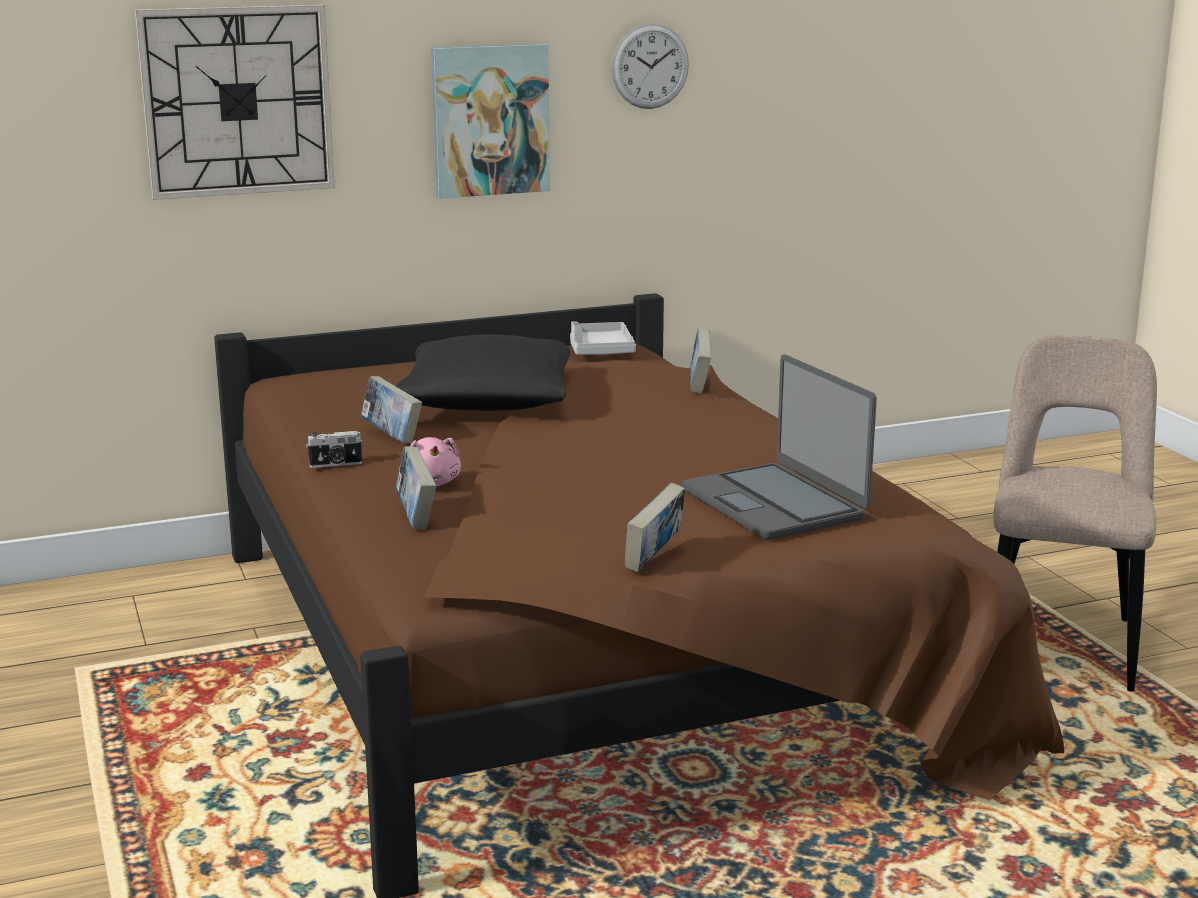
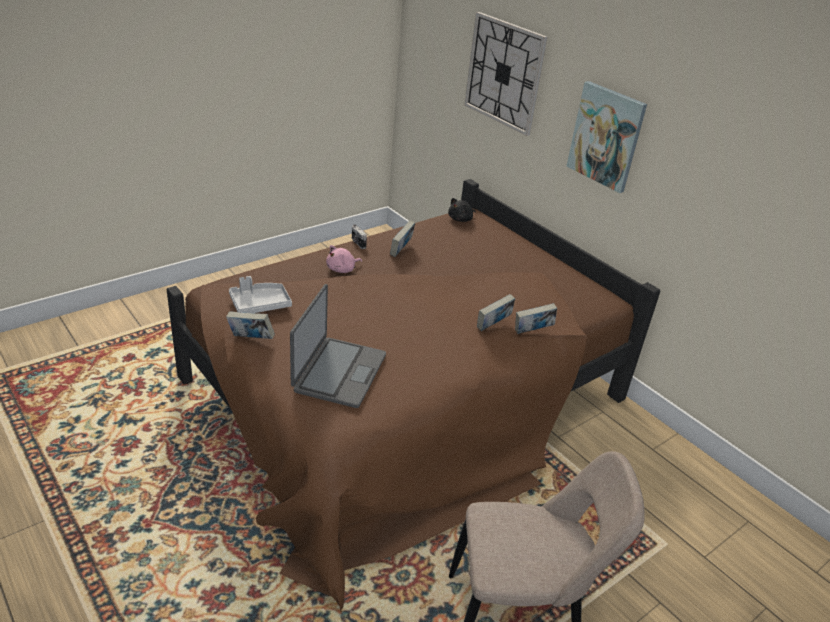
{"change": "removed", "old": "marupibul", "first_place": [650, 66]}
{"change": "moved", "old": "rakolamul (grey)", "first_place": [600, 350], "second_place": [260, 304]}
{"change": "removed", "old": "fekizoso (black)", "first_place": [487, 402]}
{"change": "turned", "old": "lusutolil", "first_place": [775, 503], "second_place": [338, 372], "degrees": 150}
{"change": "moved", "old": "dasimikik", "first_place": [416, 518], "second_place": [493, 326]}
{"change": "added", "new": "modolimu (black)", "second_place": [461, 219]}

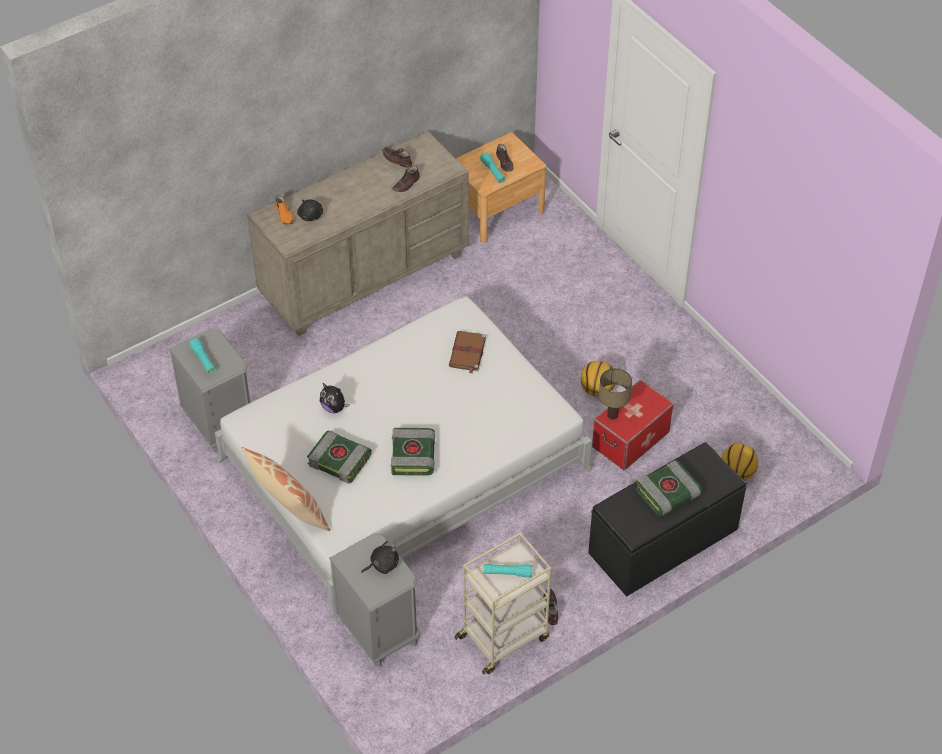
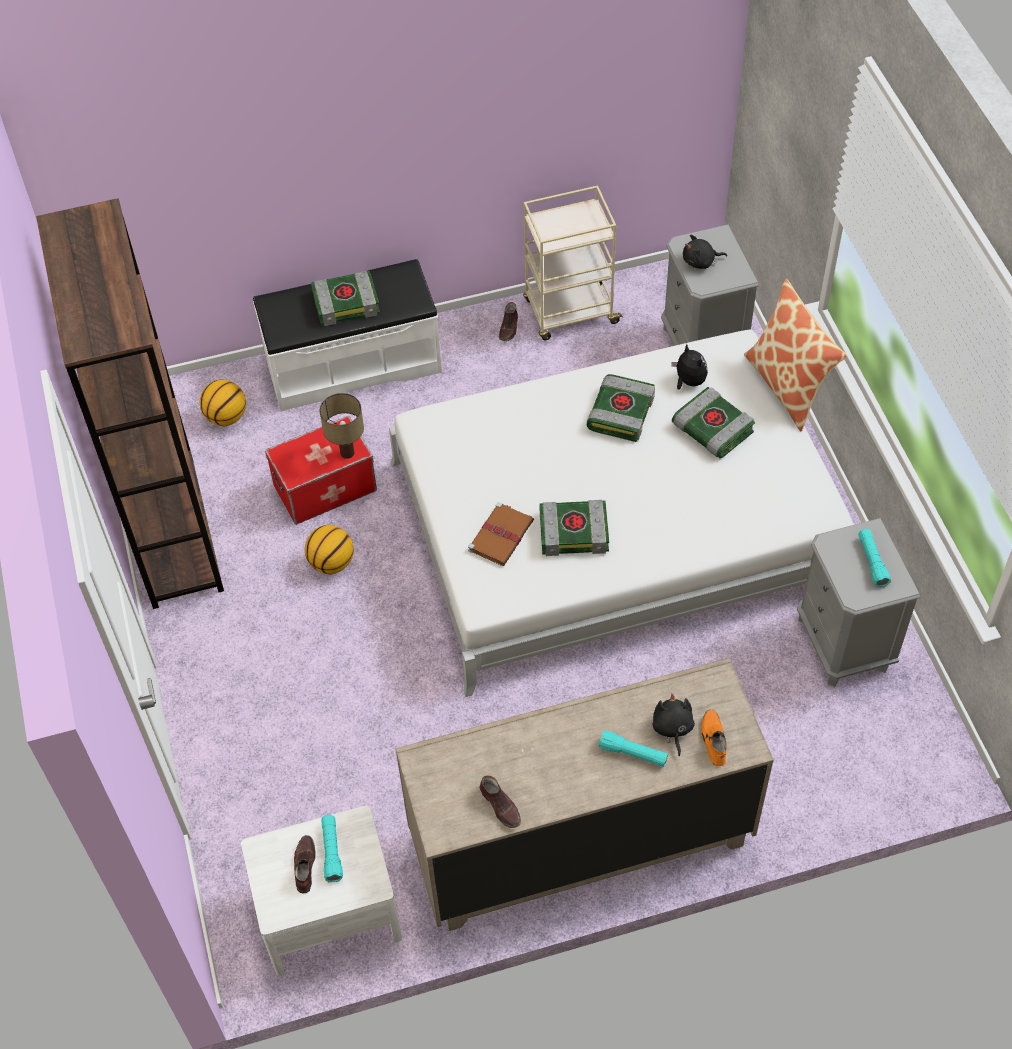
{"change": "recoloured", "old": "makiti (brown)", "new": "makiti (white)", "first_place": [497, 210], "second_place": [328, 912]}
{"change": "removed", "old": "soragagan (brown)", "first_place": [406, 184]}
{"change": "moved", "old": "modolimu", "first_place": [334, 408], "second_place": [688, 381]}
{"change": "recoloured", "old": "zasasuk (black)", "new": "zasasuk (white)", "first_place": [664, 542], "second_place": [353, 364]}
{"change": "moved", "old": "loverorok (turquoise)", "first_place": [507, 573], "second_place": [633, 753]}
{"change": "added", "new": "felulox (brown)", "second_place": [173, 531]}
{"change": "added", "new": "dasimikik", "second_place": [574, 531]}

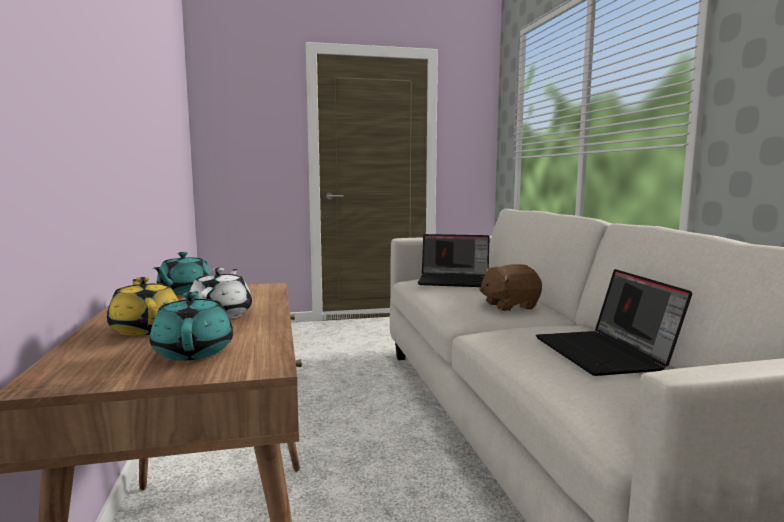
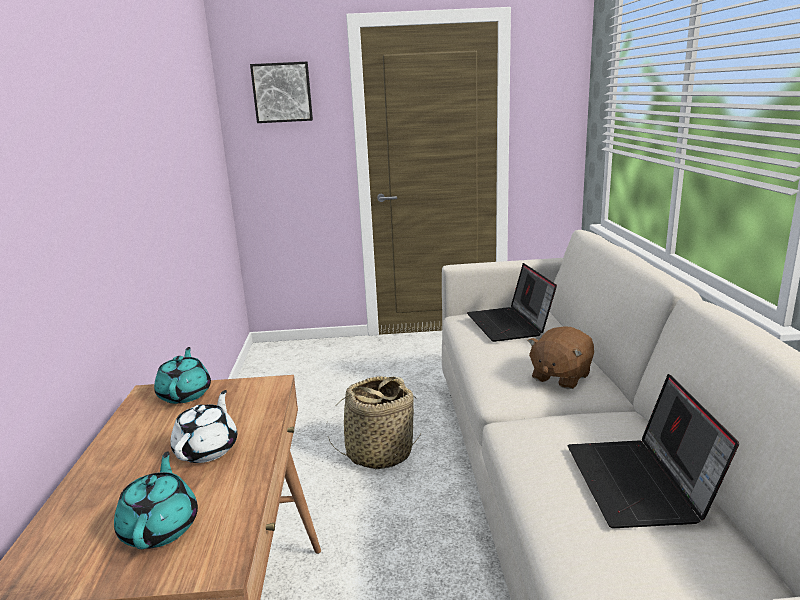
{"change": "turned", "old": "lusutolil", "first_place": [455, 281], "second_place": [510, 325], "degrees": 60}
{"change": "turned", "old": "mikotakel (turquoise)", "first_place": [184, 291], "second_place": [185, 394], "degrees": 150}
{"change": "turned", "old": "modolimu (brown)", "first_place": [509, 306], "second_place": [560, 377], "degrees": -45}
{"change": "removed", "old": "mikotakel (yellow)", "first_place": [146, 329]}
{"change": "added", "new": "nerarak", "second_place": [282, 92]}
{"change": "added", "new": "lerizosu", "second_place": [379, 453]}

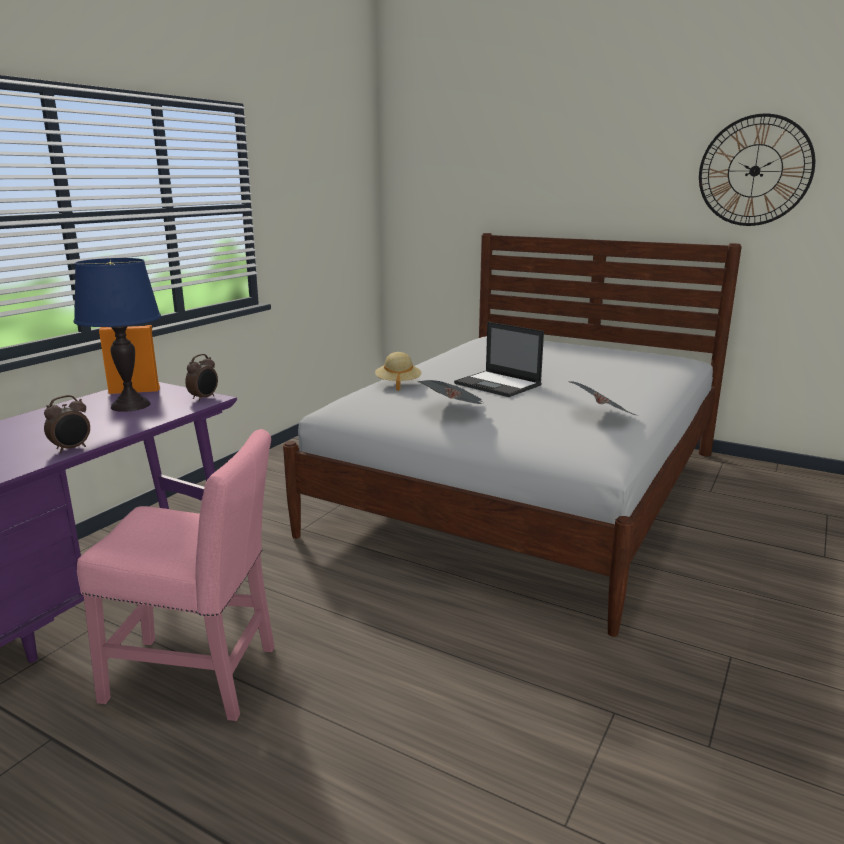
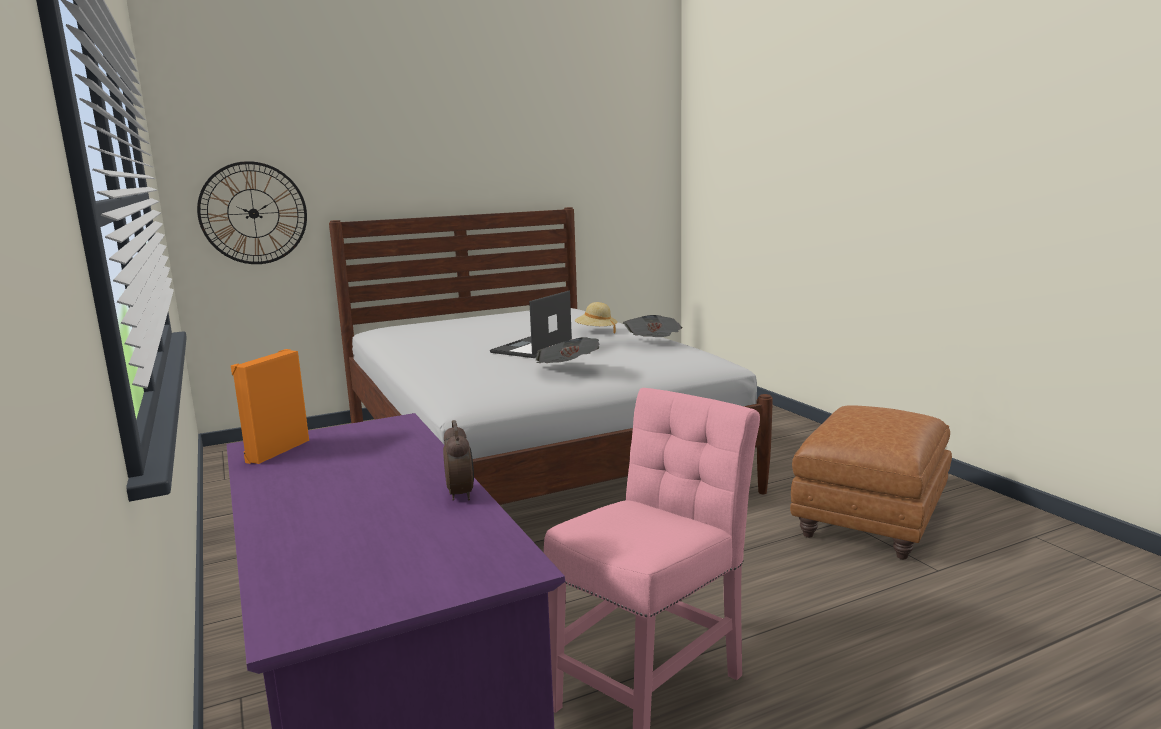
{"change": "moved", "old": "marupibul", "first_place": [754, 171], "second_place": [253, 213]}
{"change": "removed", "old": "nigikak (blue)", "first_place": [130, 405]}
{"change": "turned", "old": "lusutolil", "first_place": [498, 384], "second_place": [531, 348], "degrees": 135}
{"change": "moved", "old": "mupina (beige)", "first_place": [398, 384], "second_place": [596, 331]}
{"change": "removed", "old": "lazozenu", "first_place": [204, 398]}
{"change": "added", "new": "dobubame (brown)", "second_place": [870, 521]}

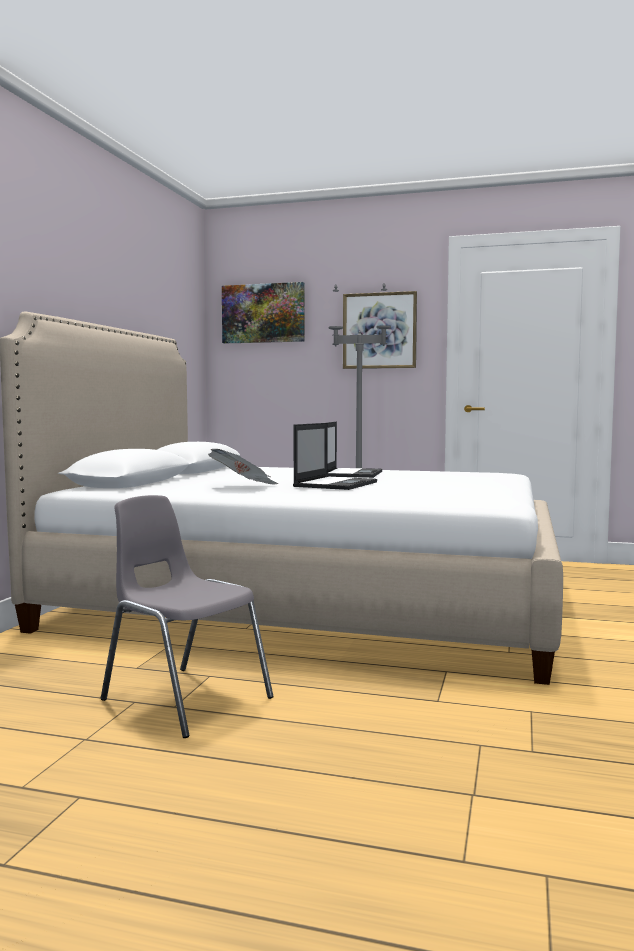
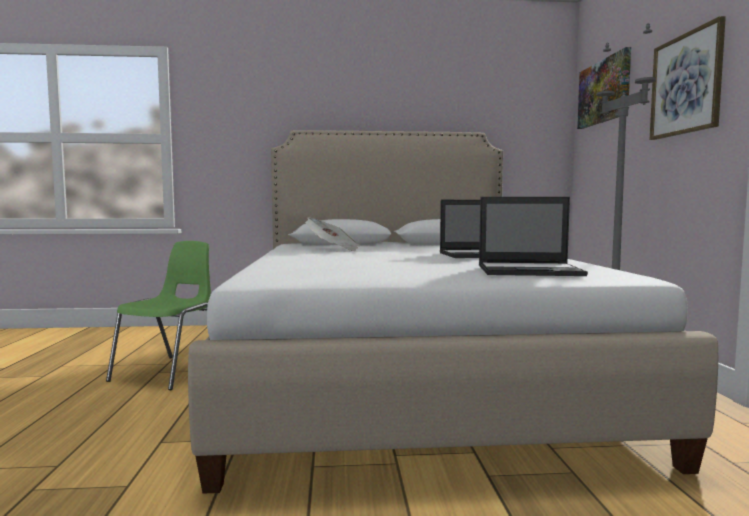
{"change": "moved", "old": "lusutolil", "first_place": [336, 484], "second_place": [530, 270]}
{"change": "recoloured", "old": "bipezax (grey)", "new": "bipezax (green)", "first_place": [184, 698], "second_place": [171, 372]}

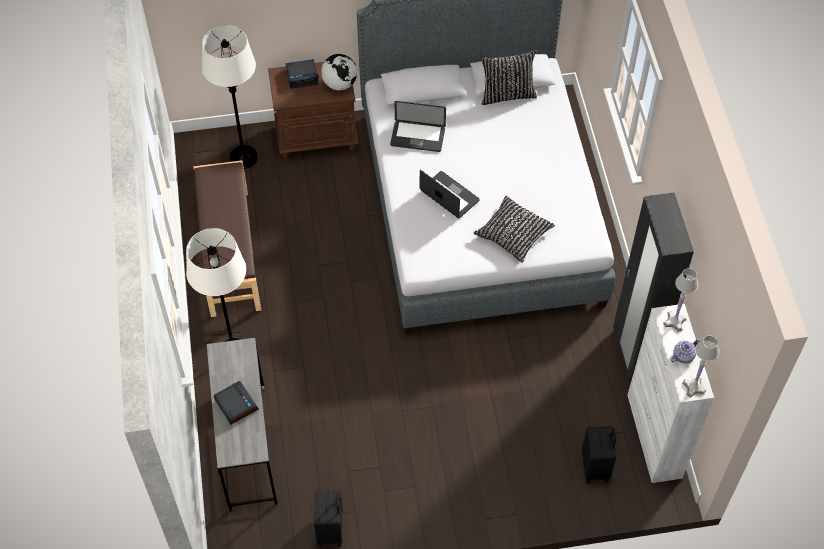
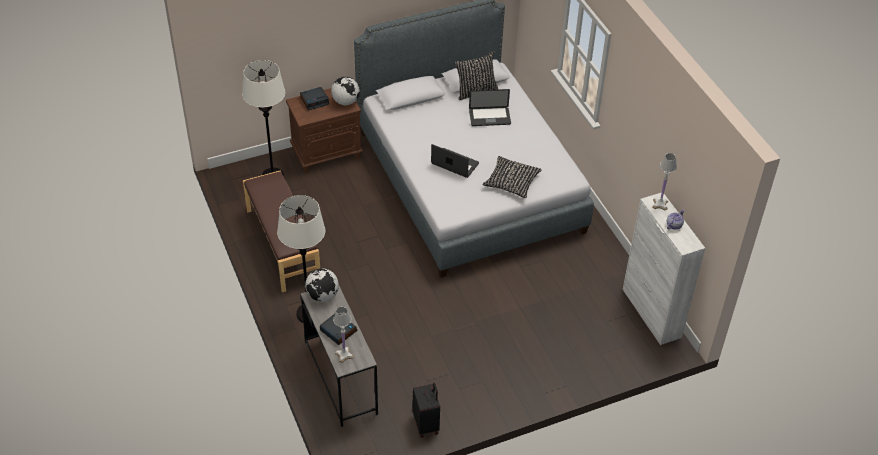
{"change": "moved", "old": "lusutolil", "first_place": [417, 137], "second_place": [489, 117]}
{"change": "removed", "old": "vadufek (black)", "first_place": [632, 355]}
{"change": "moved", "old": "nigikak (white)", "first_place": [693, 386], "second_place": [344, 355]}
{"change": "removed", "old": "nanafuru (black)", "first_place": [596, 467]}
{"change": "added", "new": "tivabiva", "second_place": [322, 296]}

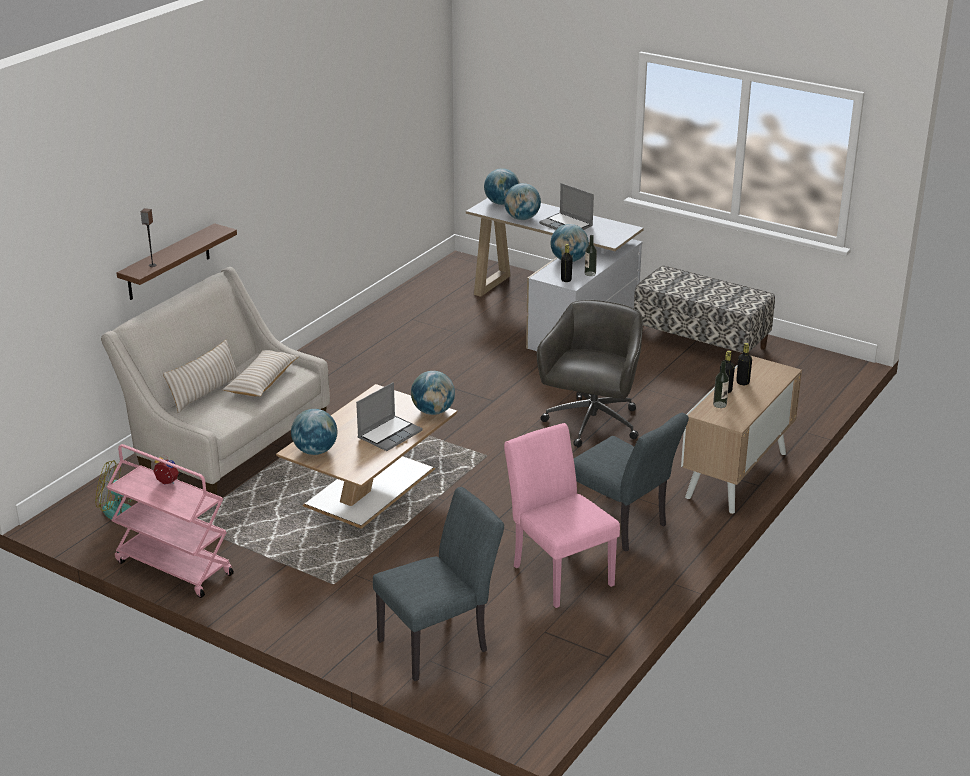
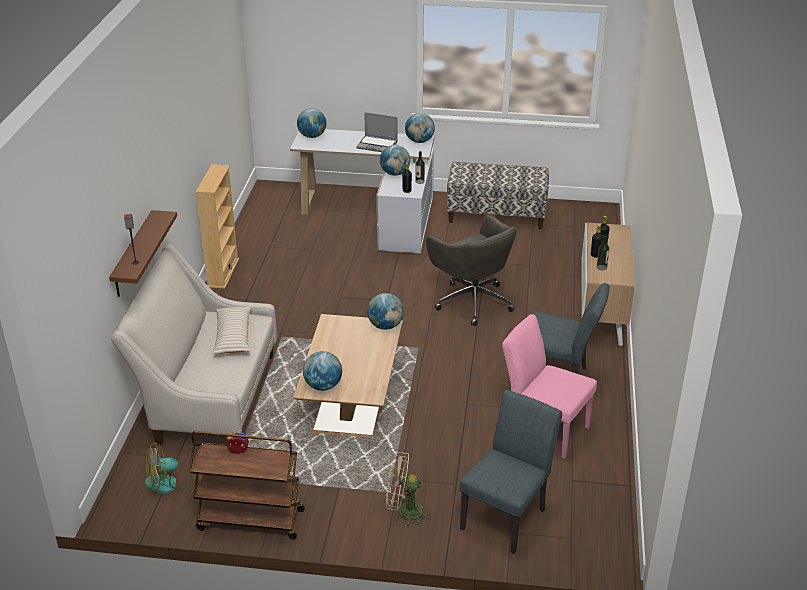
{"change": "moved", "old": "tivabiva", "first_place": [522, 218], "second_place": [419, 141]}
{"change": "turned", "old": "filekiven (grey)", "first_place": [591, 424], "second_place": [472, 301], "degrees": 150}
{"change": "removed", "old": "fekizoso (beige)", "first_place": [205, 392]}
{"change": "removed", "old": "lusutolil", "first_place": [389, 434]}
{"change": "recoloured", "old": "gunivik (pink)", "new": "gunivik (brown)", "first_place": [173, 568], "second_place": [250, 520]}
{"change": "added", "new": "felulox (beige)", "second_place": [223, 272]}
{"change": "added", "new": "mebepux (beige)", "second_place": [404, 512]}

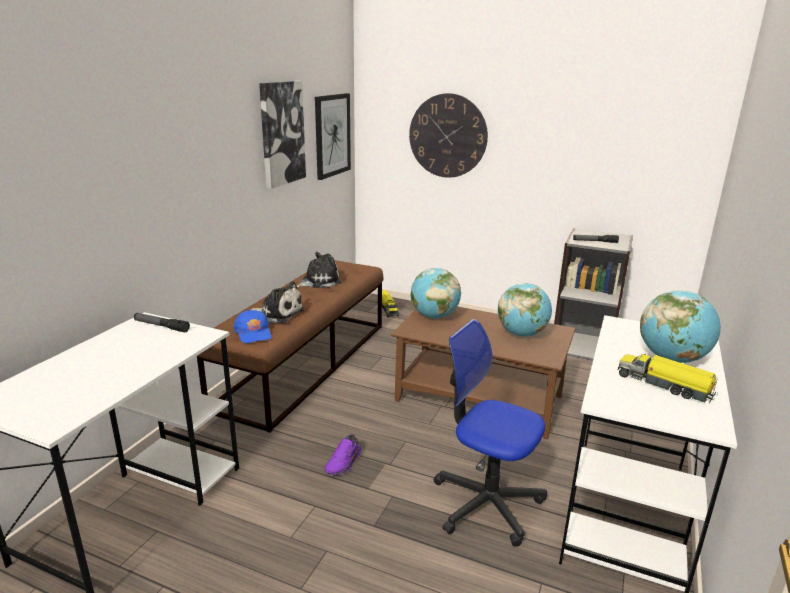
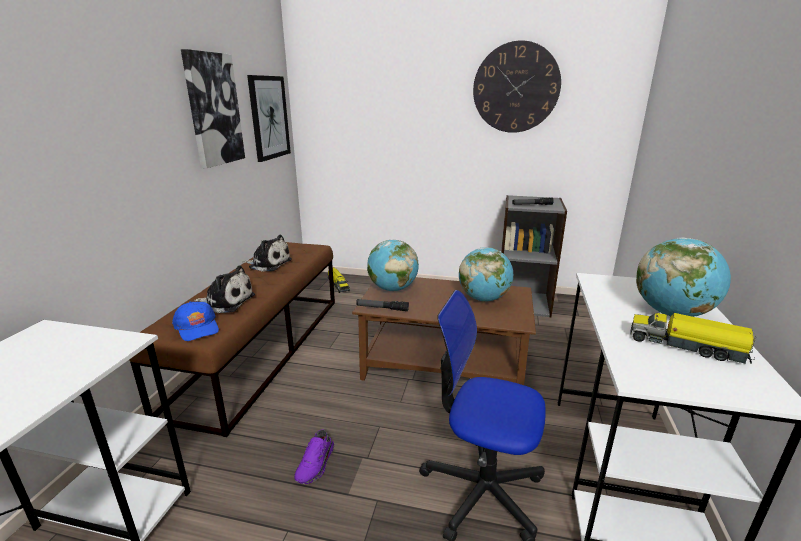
{"change": "moved", "old": "marupibul", "first_place": [448, 136], "second_place": [516, 88]}
{"change": "turned", "old": "modolimu", "first_place": [319, 281], "second_place": [268, 264], "degrees": 60}
{"change": "moved", "old": "loverorok", "first_place": [161, 326], "second_place": [382, 308]}

